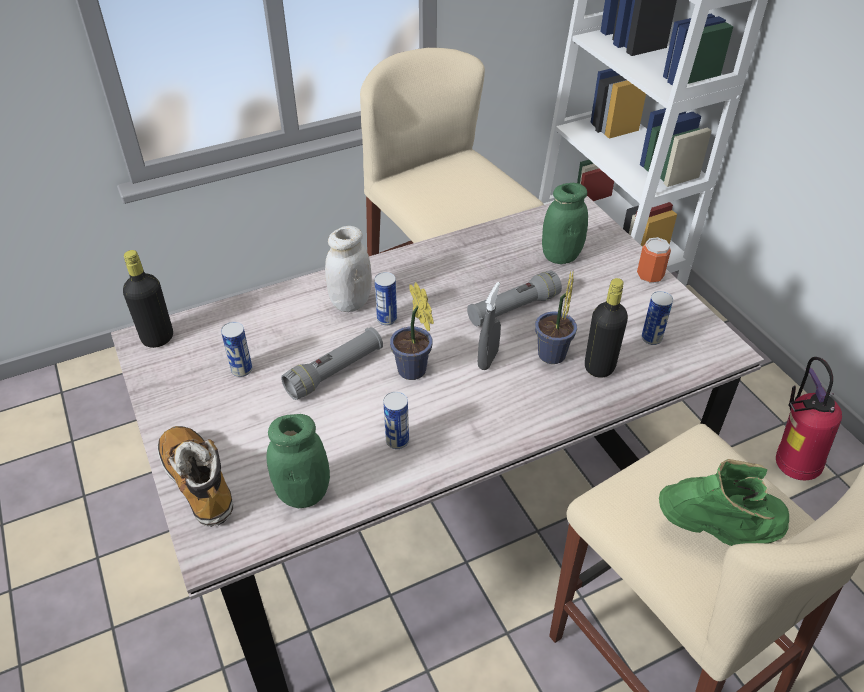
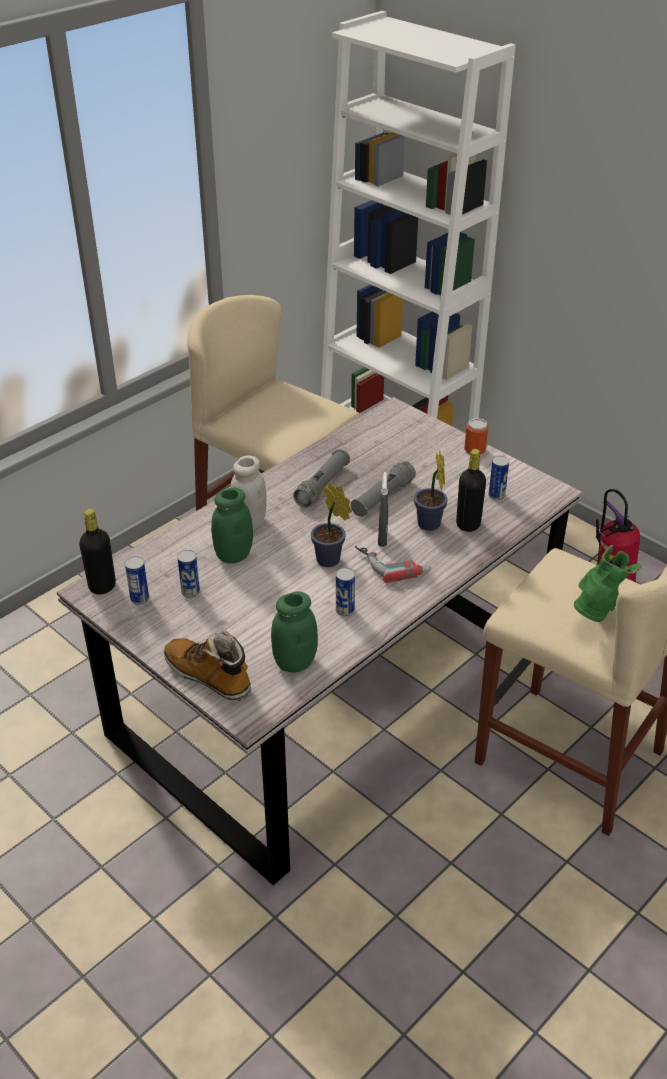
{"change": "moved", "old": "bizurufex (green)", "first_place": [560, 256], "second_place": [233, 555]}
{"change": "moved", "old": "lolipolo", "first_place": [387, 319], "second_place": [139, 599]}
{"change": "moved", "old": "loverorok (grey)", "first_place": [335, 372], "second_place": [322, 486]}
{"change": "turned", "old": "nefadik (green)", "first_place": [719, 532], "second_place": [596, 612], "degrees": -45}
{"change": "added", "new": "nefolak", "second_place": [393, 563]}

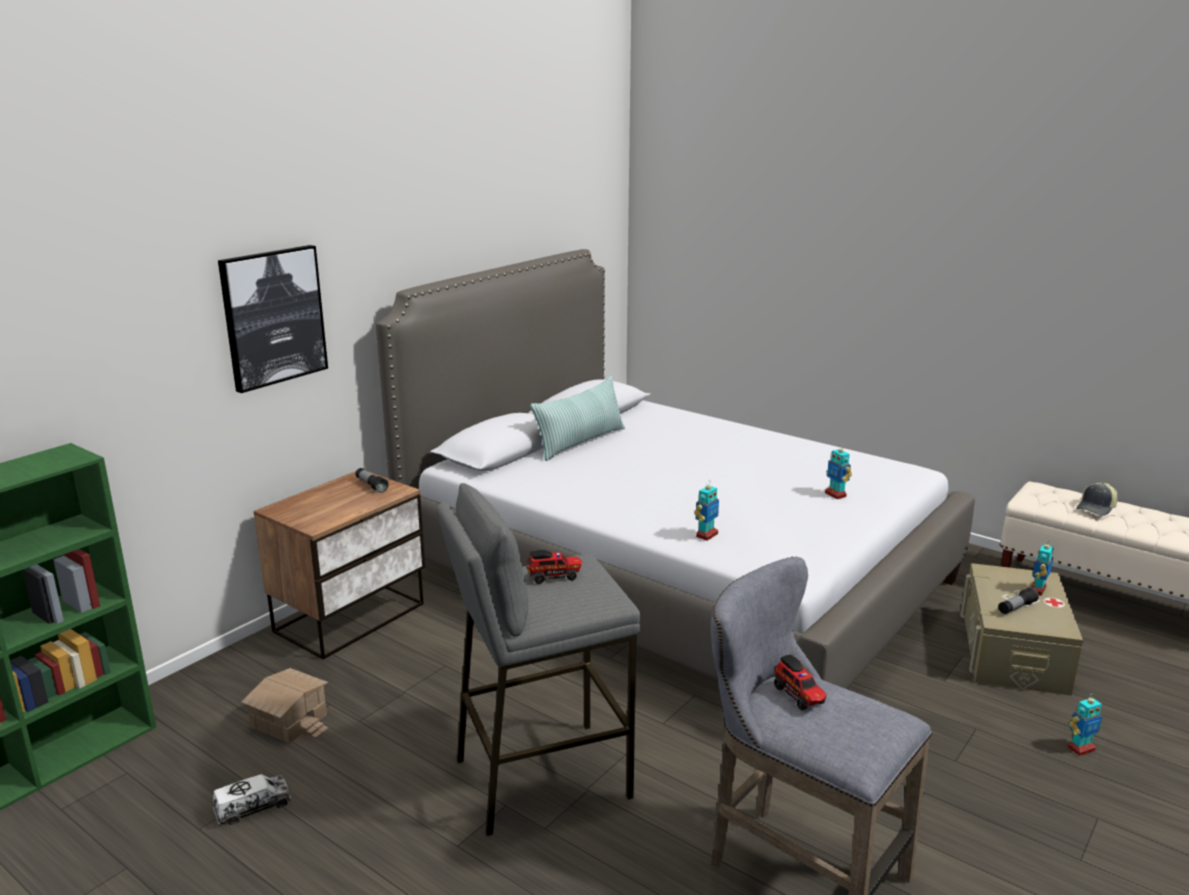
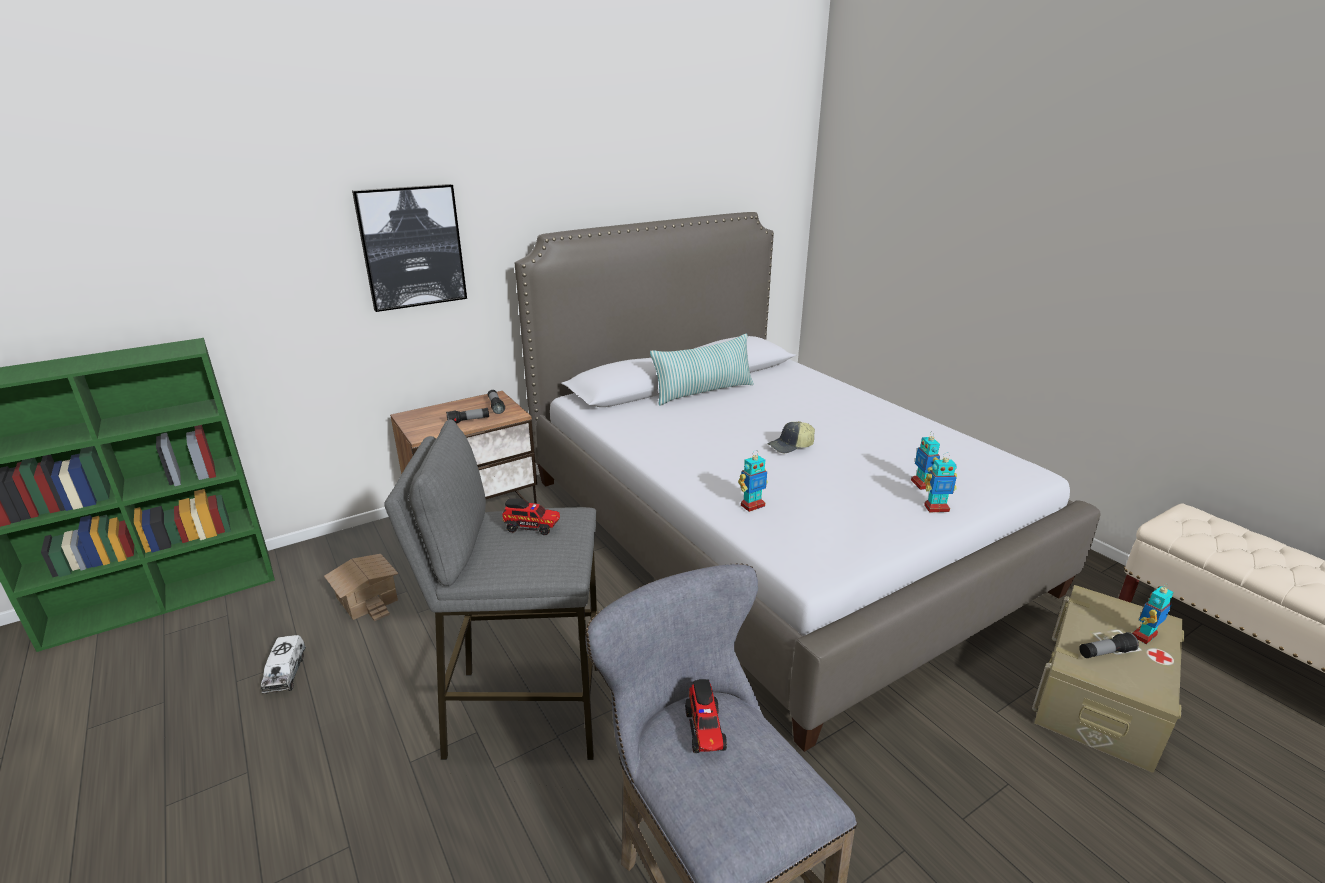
{"change": "moved", "old": "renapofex", "first_place": [1096, 508], "second_place": [791, 446]}
{"change": "moved", "old": "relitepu", "first_place": [1080, 748], "second_place": [936, 508]}
{"change": "turned", "old": "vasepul", "first_place": [253, 807], "second_place": [286, 673], "degrees": 90}
{"change": "added", "new": "loverorok", "second_place": [468, 421]}

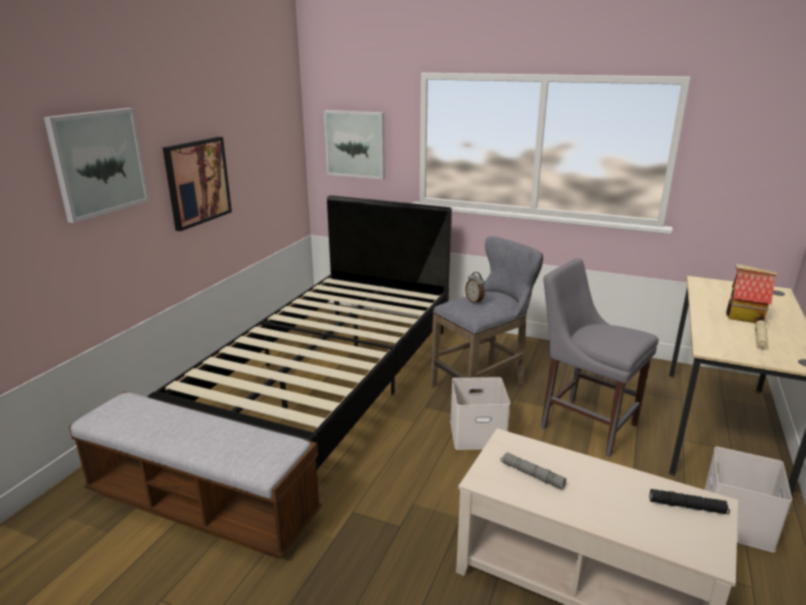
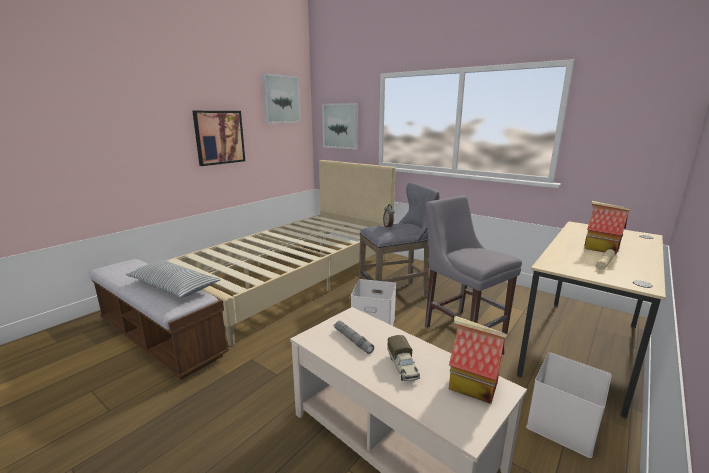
{"change": "moved", "old": "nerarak", "first_place": [98, 163], "second_place": [281, 99]}
{"change": "recoloured", "old": "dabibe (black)", "new": "dabibe (beige)", "first_place": [328, 381], "second_place": [291, 278]}
{"change": "replaced", "old": "loverorok (black)", "new": "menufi", "first_place": [687, 506], "second_place": [472, 385]}
{"change": "added", "new": "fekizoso", "second_place": [174, 287]}
{"change": "added", "new": "vasepul", "second_place": [403, 367]}

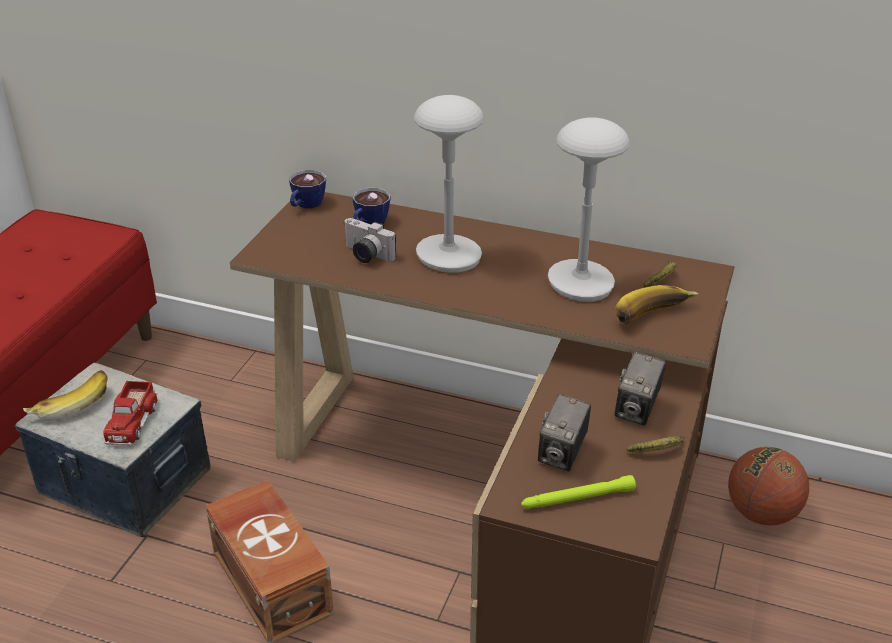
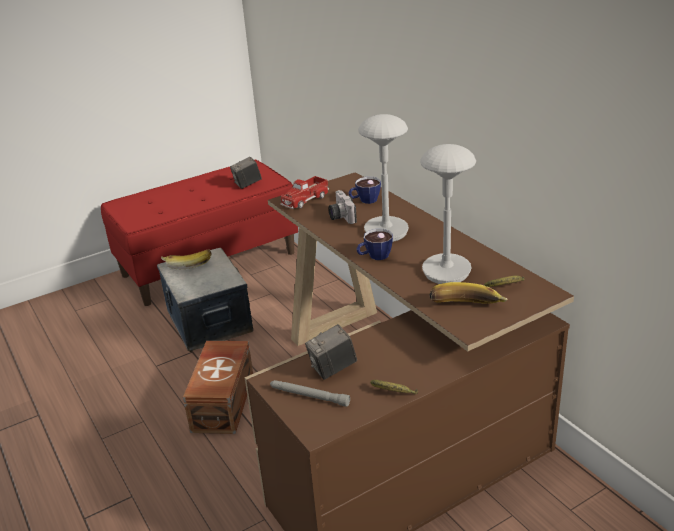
{"change": "moved", "old": "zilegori", "first_place": [306, 205], "second_place": [374, 256]}
{"change": "moved", "old": "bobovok", "first_place": [637, 410], "second_place": [247, 184]}
{"change": "moved", "old": "vasepul", "first_place": [131, 422], "second_place": [305, 199]}
{"change": "removed", "old": "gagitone", "first_place": [761, 513]}
{"change": "recoloured", "old": "loverorok (green)", "new": "loverorok (grey)", "first_place": [577, 499], "second_place": [308, 396]}

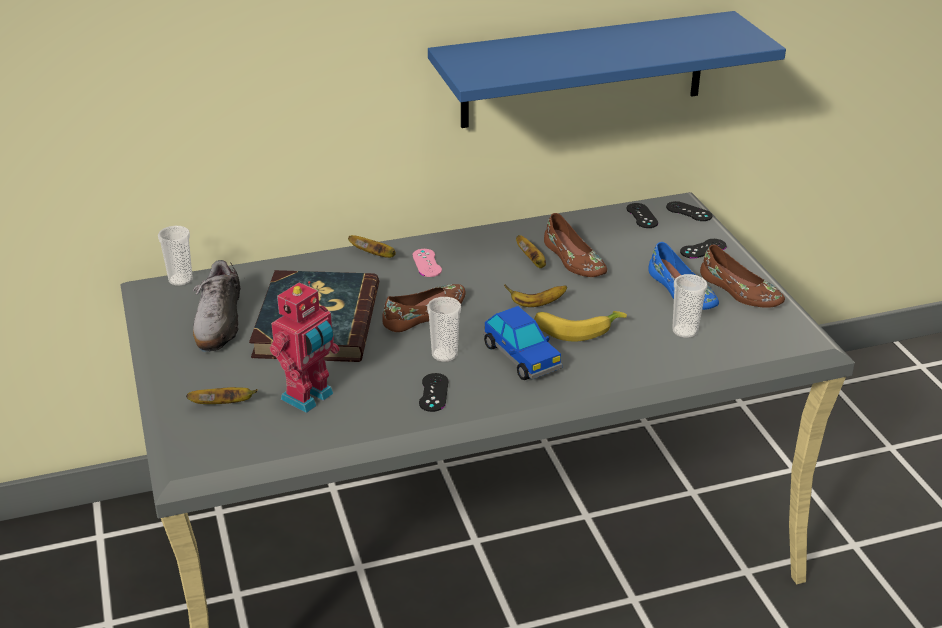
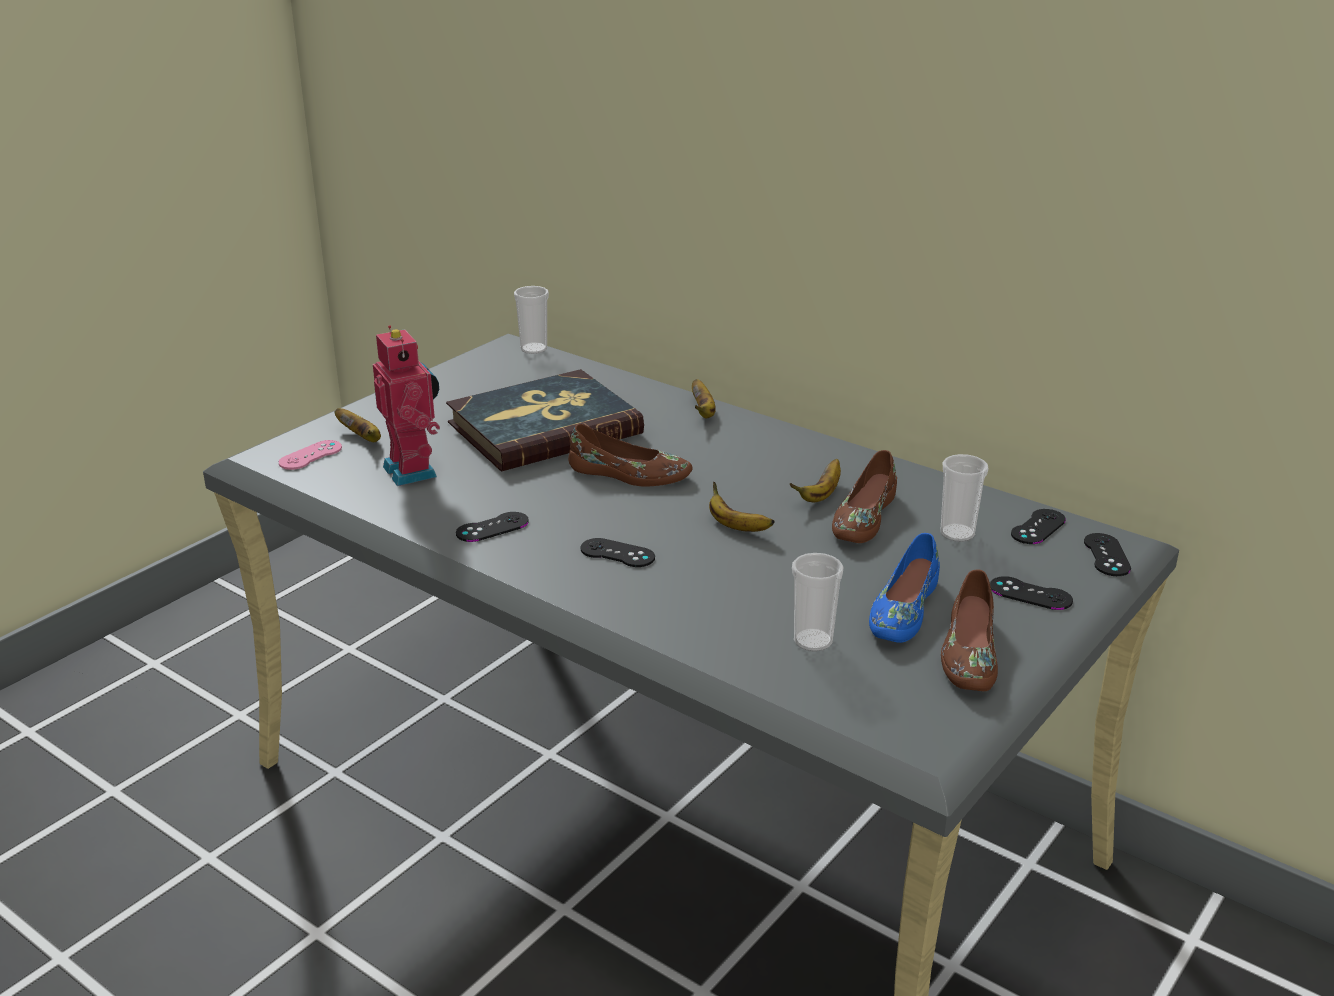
{"change": "removed", "old": "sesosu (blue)", "first_place": [583, 70]}
{"change": "moved", "old": "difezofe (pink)", "first_place": [427, 263], "second_place": [310, 455]}
{"change": "removed", "old": "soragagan", "first_place": [219, 322]}
{"change": "turned", "old": "relitepu", "first_place": [309, 398], "second_place": [414, 471], "degrees": -120}
{"change": "moved", "old": "zilegori", "first_place": [444, 355], "second_place": [957, 533]}
{"change": "replaced", "old": "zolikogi", "new": "difezofe (black)", "first_place": [521, 357], "second_place": [617, 553]}
{"change": "removed", "old": "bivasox", "first_place": [576, 328]}

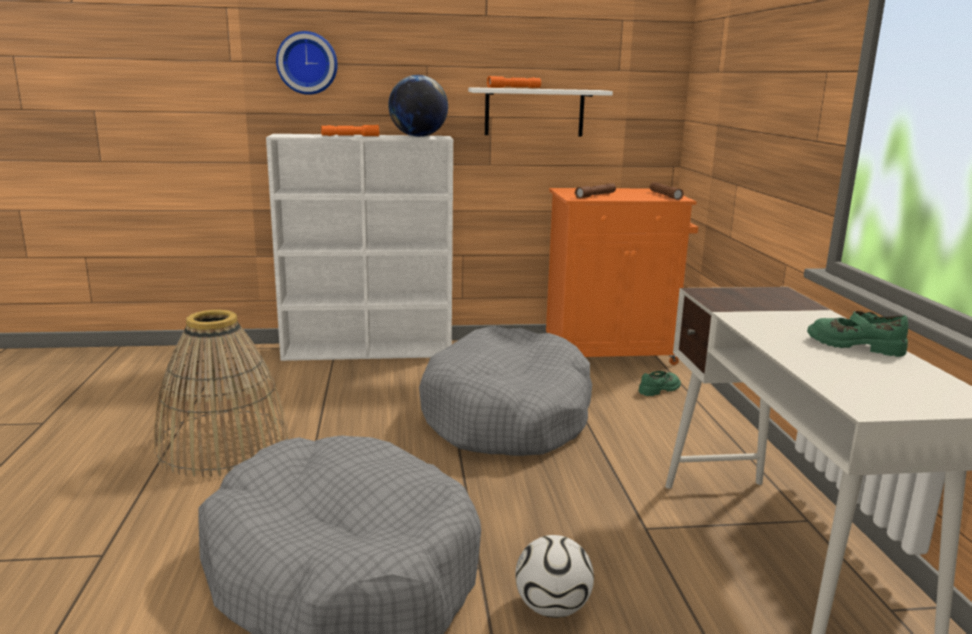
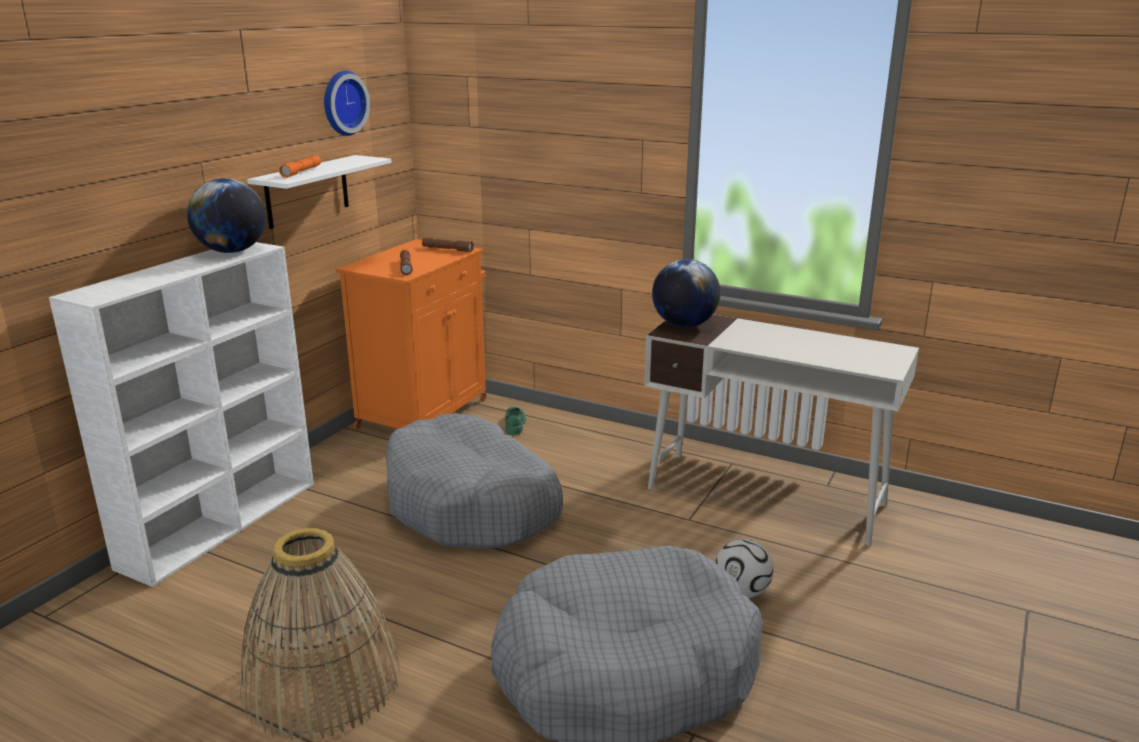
{"change": "moved", "old": "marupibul", "first_place": [307, 63], "second_place": [342, 103]}
{"change": "removed", "old": "loverorok (orange)", "first_place": [350, 136]}
{"change": "removed", "old": "soragagan (green)", "first_place": [854, 345]}
{"change": "added", "new": "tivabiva", "second_place": [684, 325]}

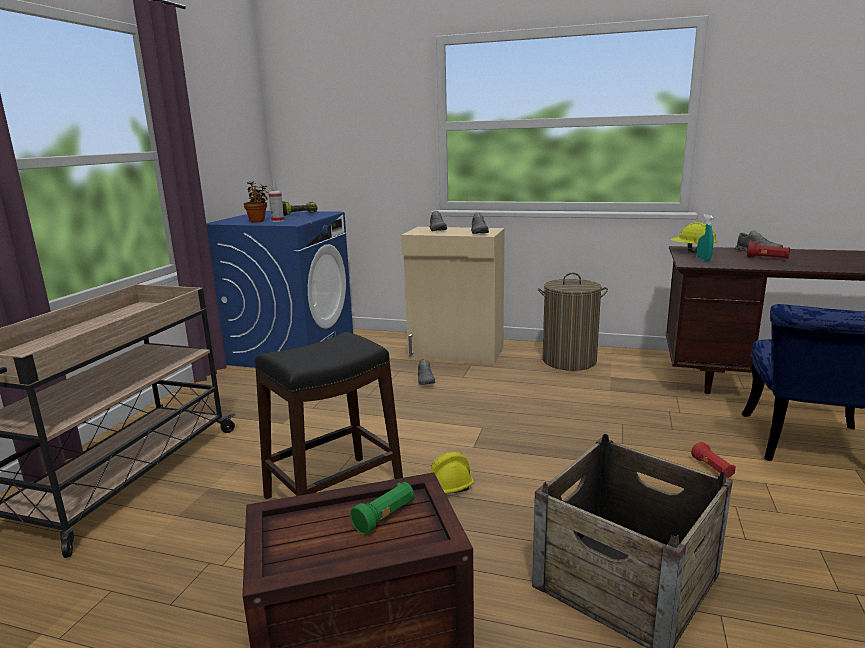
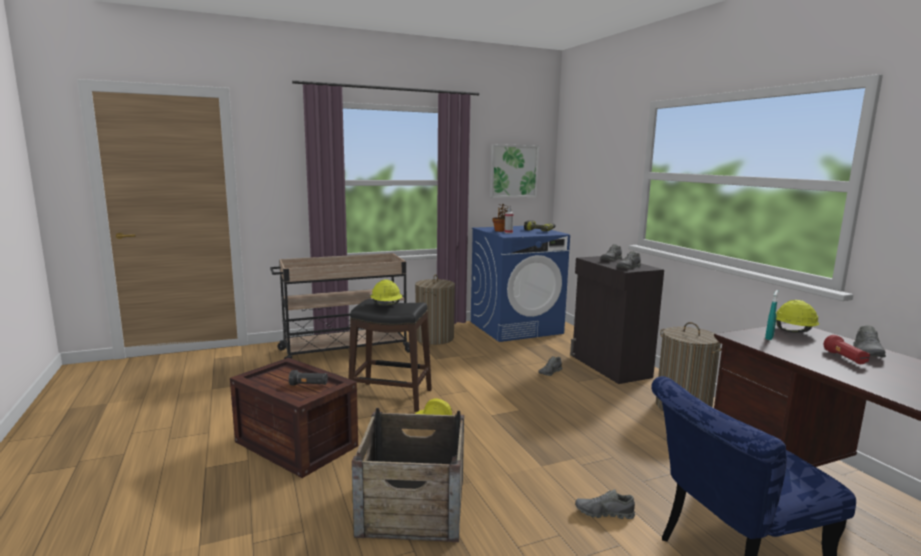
{"change": "recoloured", "old": "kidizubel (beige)", "new": "kidizubel (black)", "first_place": [456, 352], "second_place": [609, 367]}
{"change": "replaced", "old": "loverorok (red)", "new": "soragagan (grey)", "first_place": [712, 468], "second_place": [604, 513]}
{"change": "recoloured", "old": "loverorok (green)", "new": "loverorok (black)", "first_place": [385, 517], "second_place": [309, 385]}
{"change": "added", "new": "nerarak", "second_place": [513, 171]}
{"change": "added", "new": "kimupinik", "second_place": [434, 338]}
{"change": "added", "new": "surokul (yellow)", "second_place": [386, 306]}

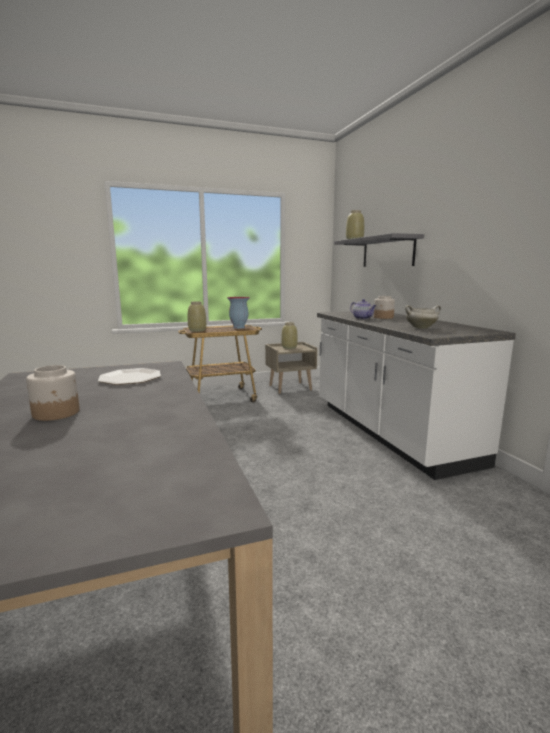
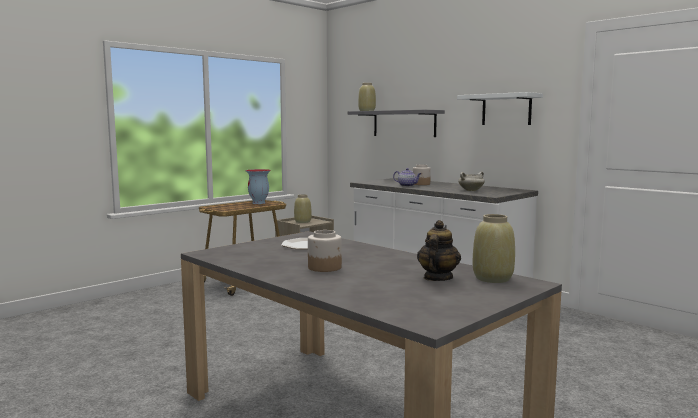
{"change": "moved", "old": "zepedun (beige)", "first_place": [197, 330], "second_place": [492, 278]}
{"change": "added", "new": "sesosu (white)", "second_place": [506, 109]}
{"change": "added", "new": "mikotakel", "second_place": [437, 278]}

